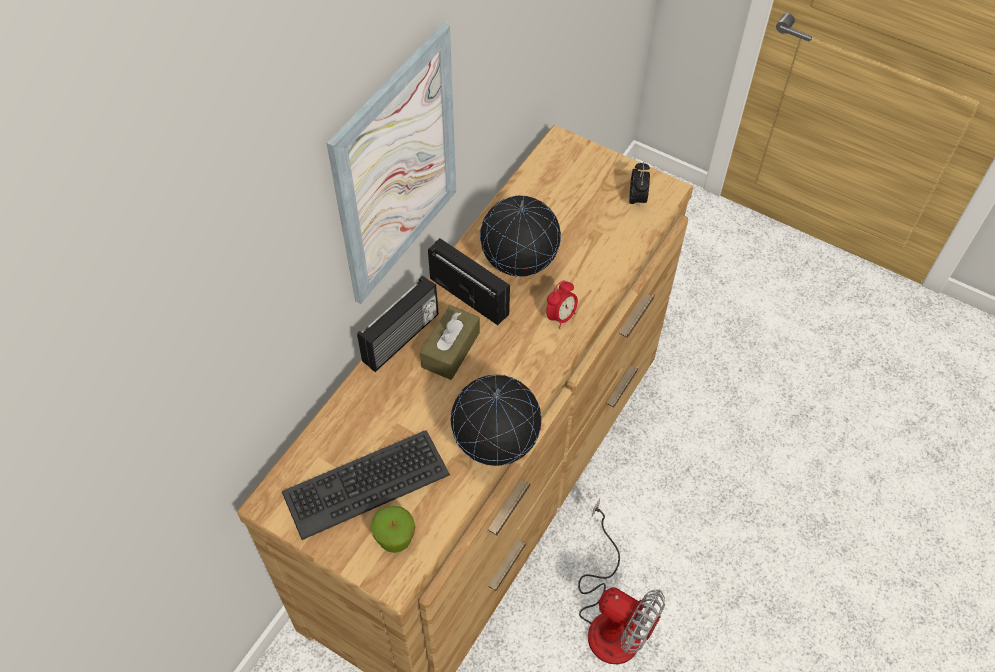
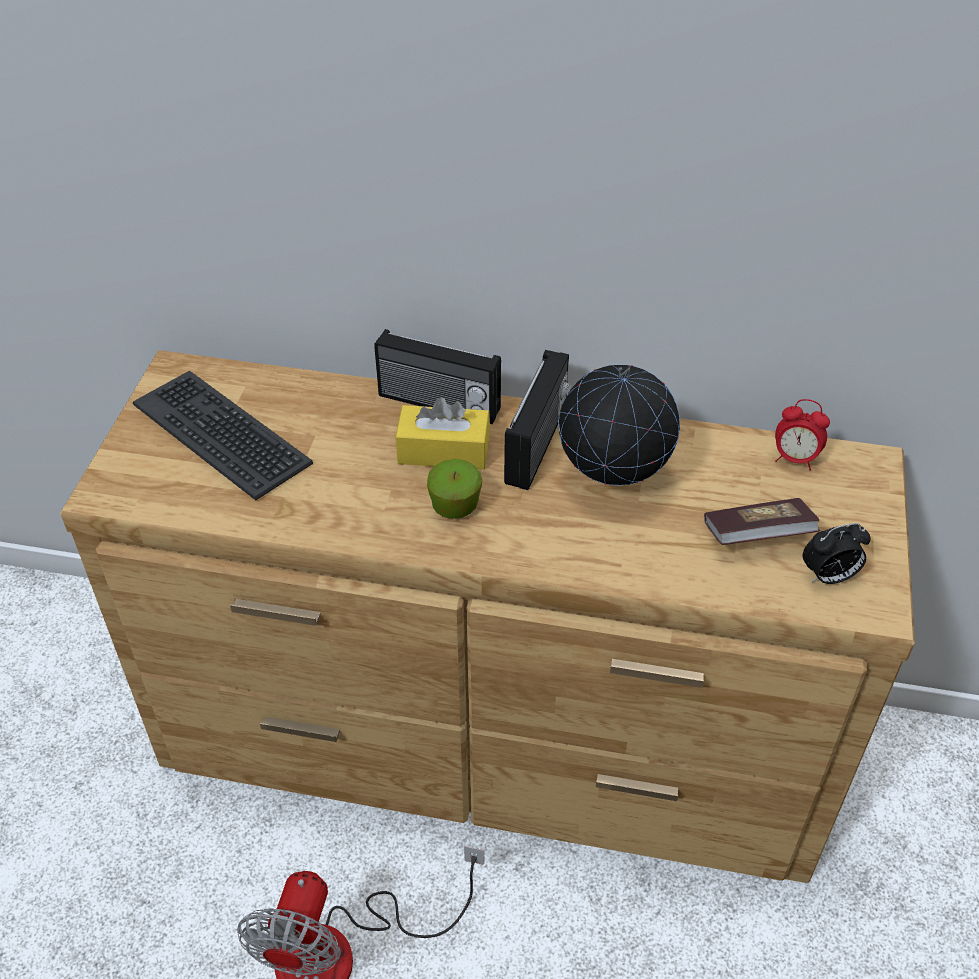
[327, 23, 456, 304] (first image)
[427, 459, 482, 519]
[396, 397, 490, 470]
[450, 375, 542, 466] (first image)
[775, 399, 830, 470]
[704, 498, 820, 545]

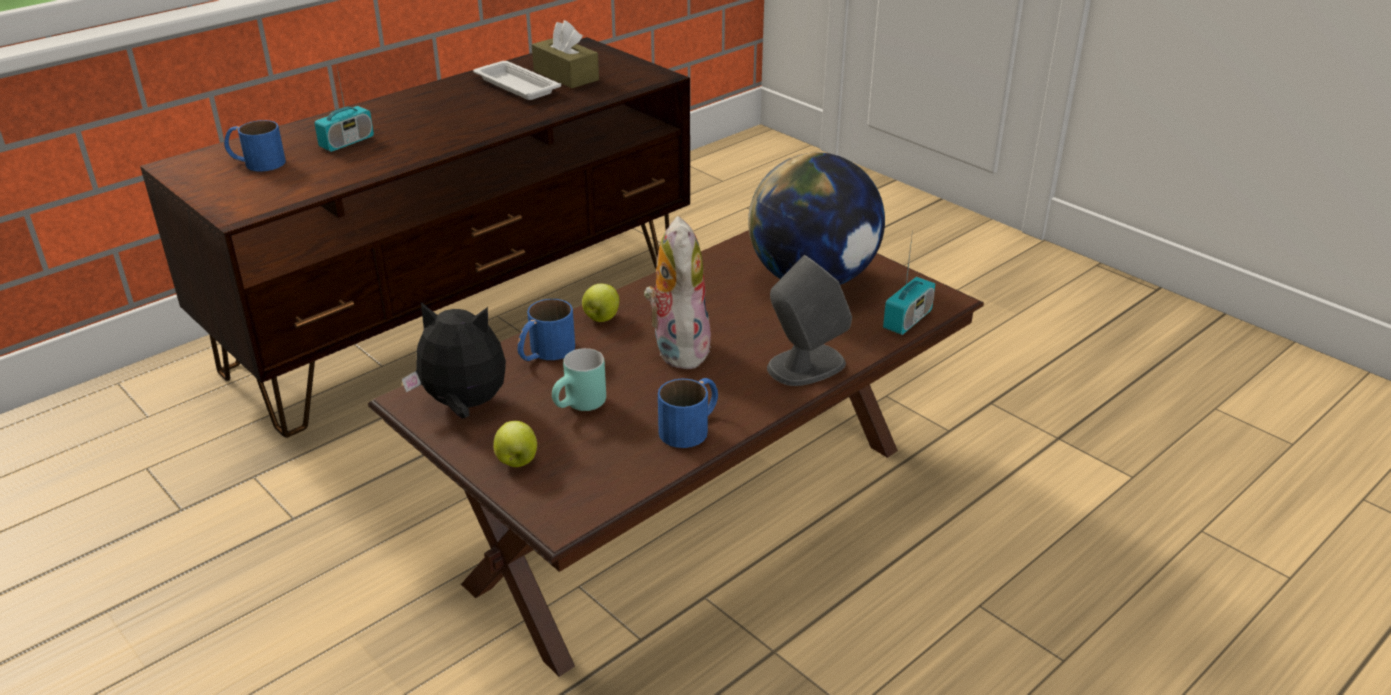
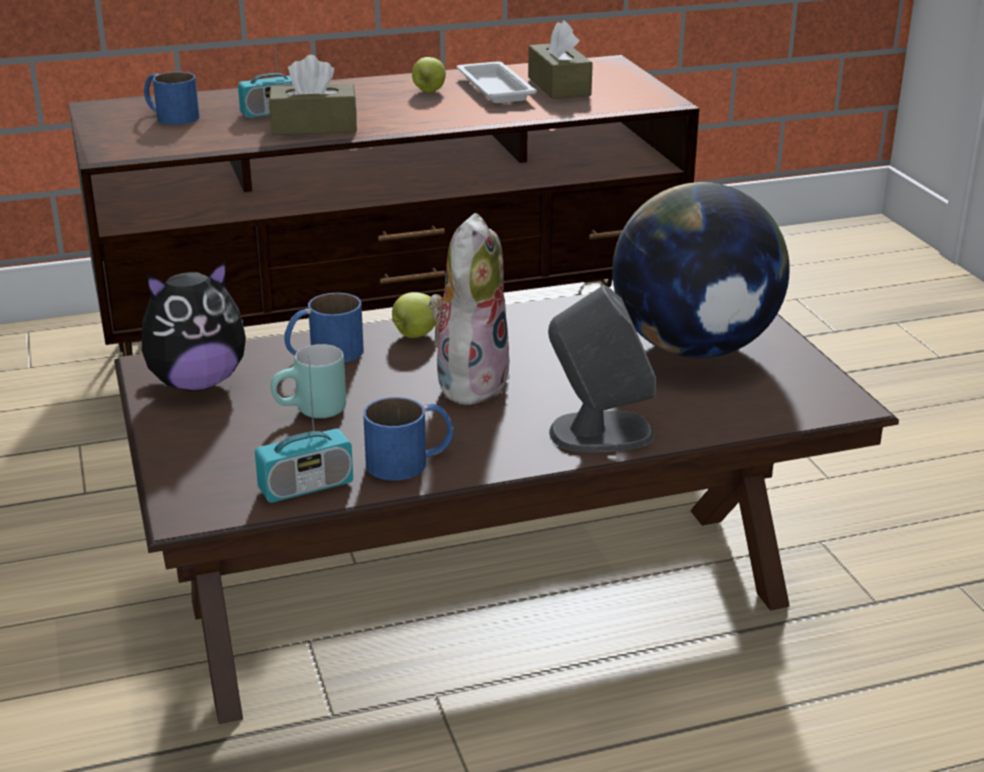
[142, 261, 246, 391]
[412, 57, 446, 92]
[255, 356, 353, 503]
[269, 55, 357, 135]

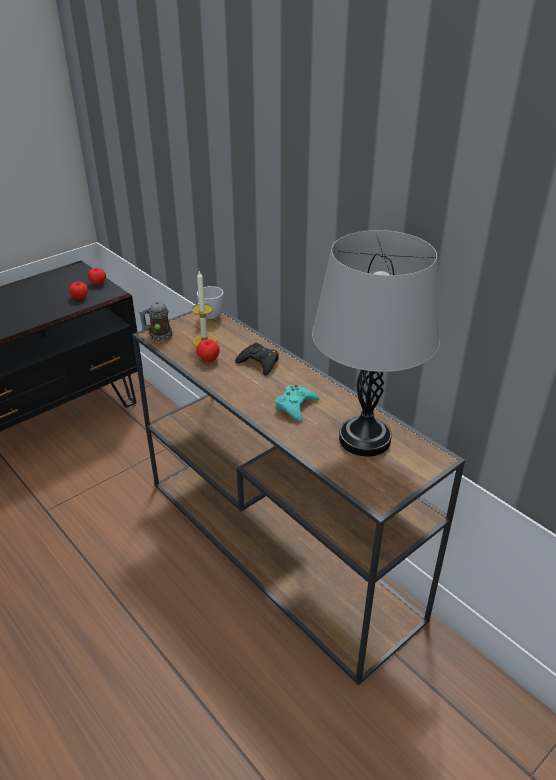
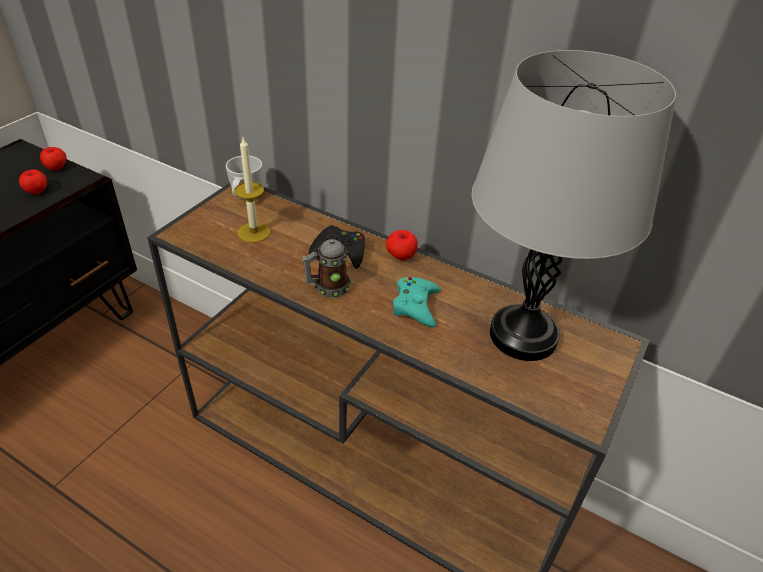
[302, 239, 351, 297]
[386, 230, 418, 260]

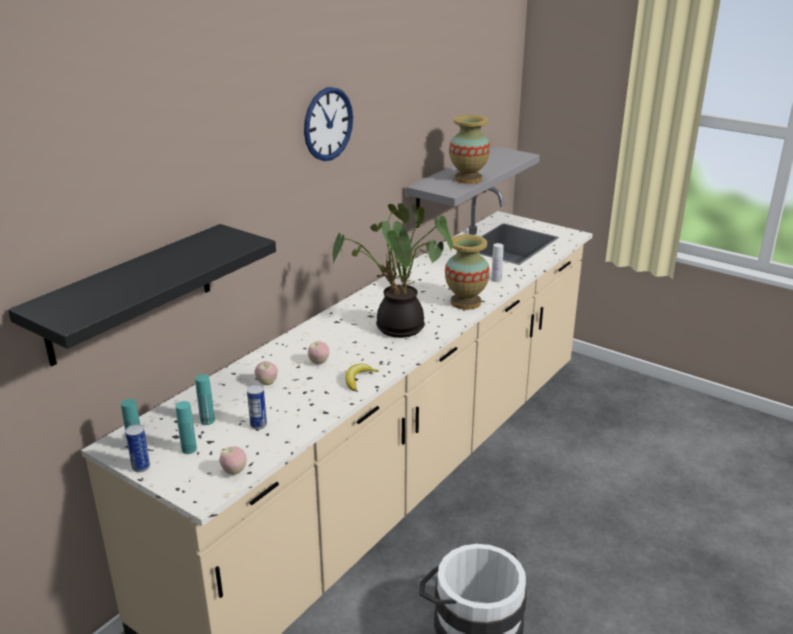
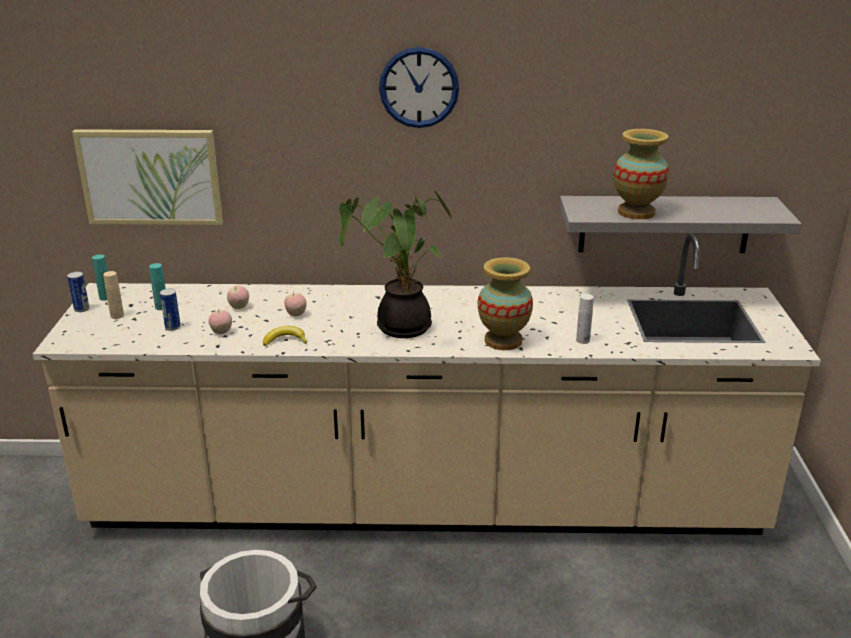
[72, 129, 223, 225]
[103, 271, 124, 319]
[209, 310, 232, 334]

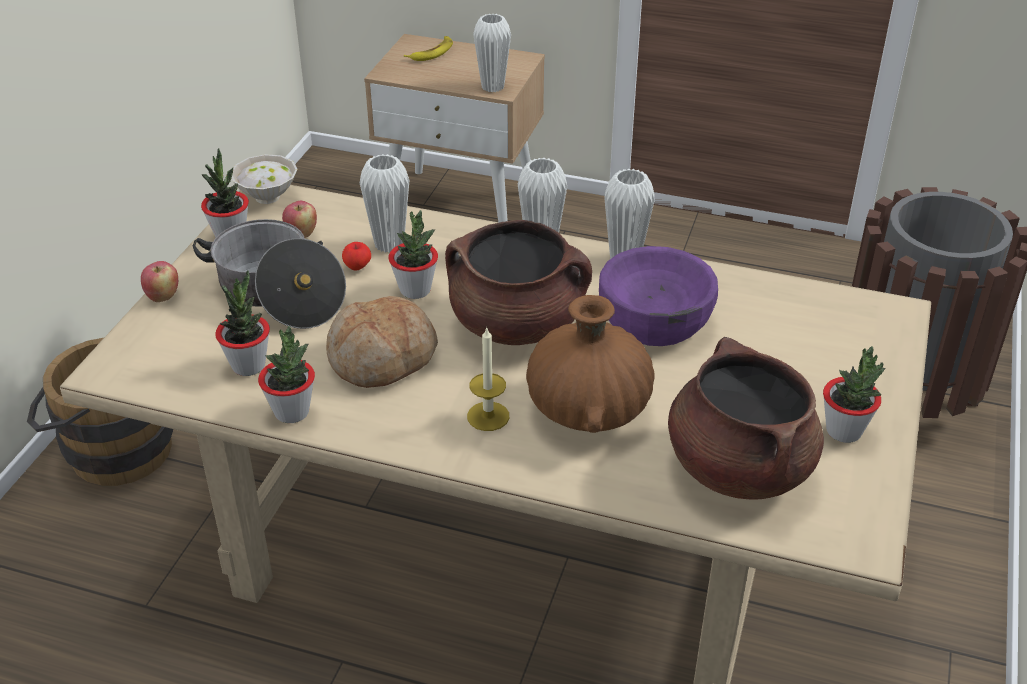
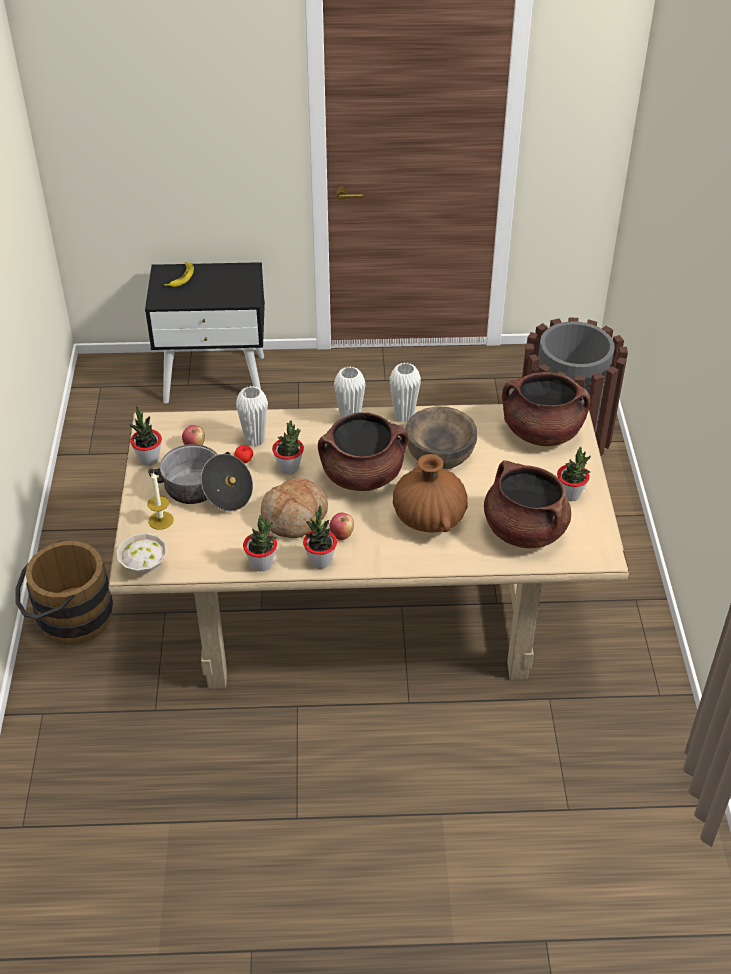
[330, 513, 354, 540]
[303, 505, 337, 569]
[117, 533, 167, 574]
[145, 262, 265, 403]
[147, 472, 174, 530]
[473, 14, 511, 92] (first image)
[405, 406, 477, 469]
[502, 372, 591, 446]

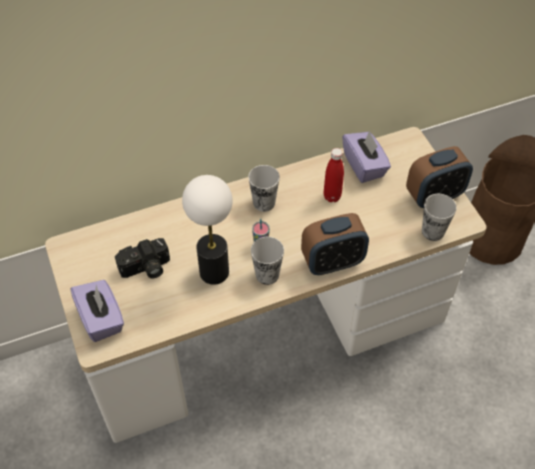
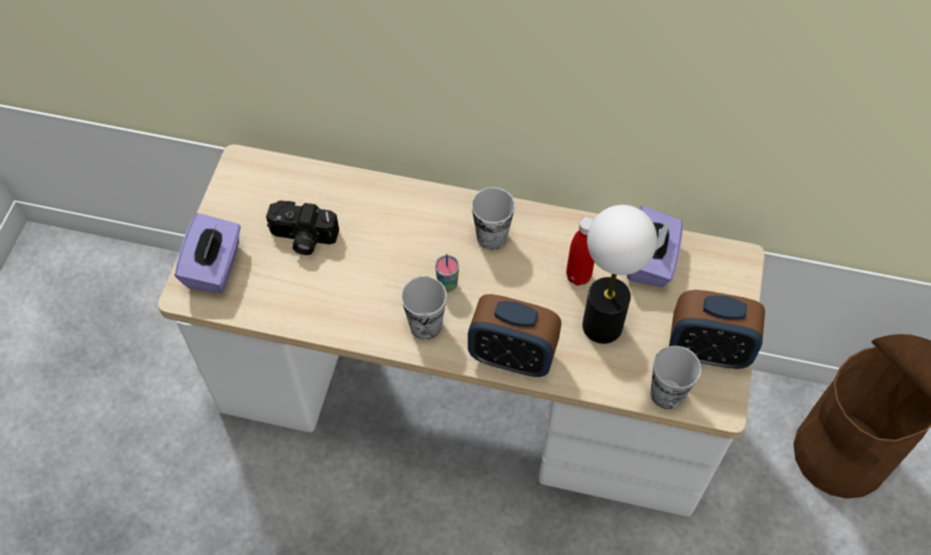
[582, 205, 657, 344]

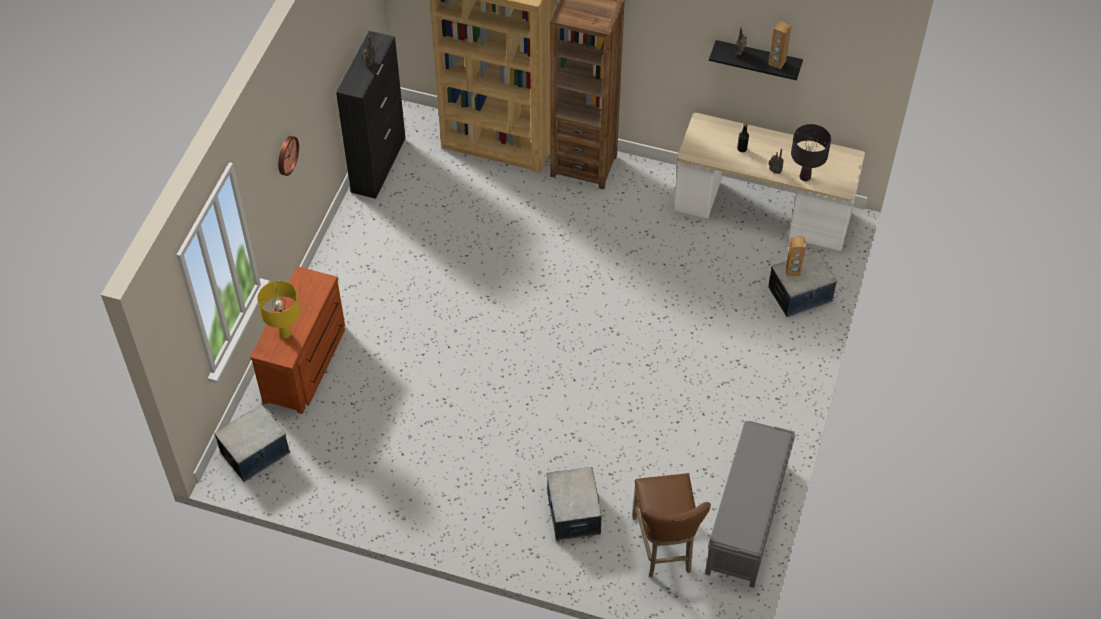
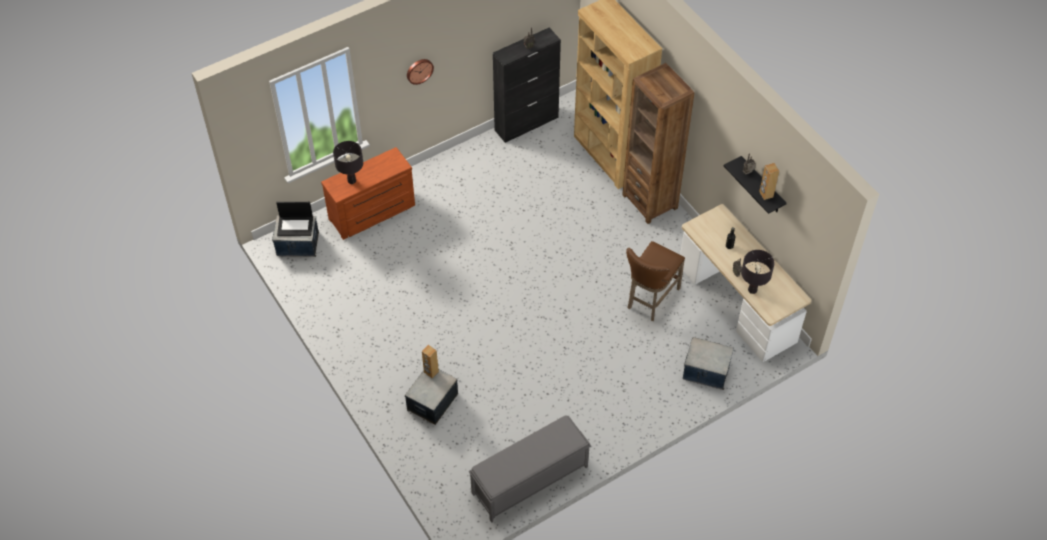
[333, 141, 363, 184]
[626, 241, 685, 321]
[422, 345, 439, 378]
[276, 202, 313, 236]

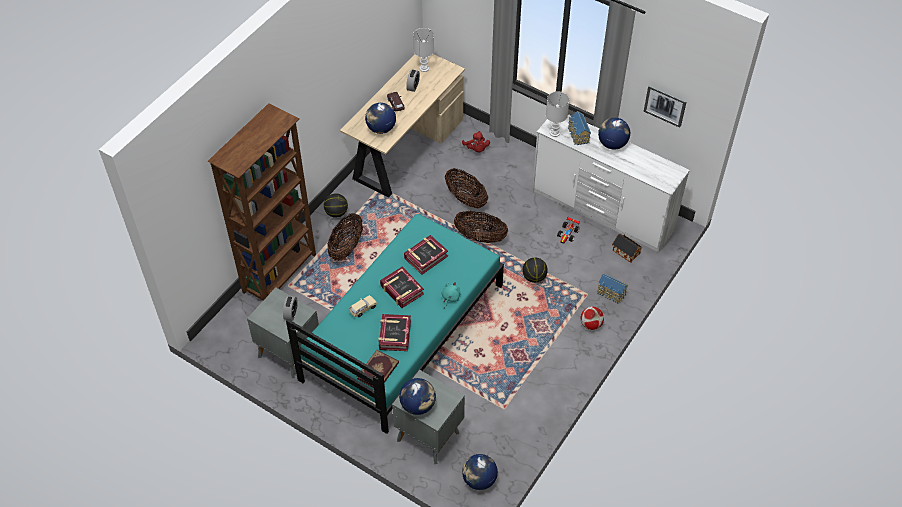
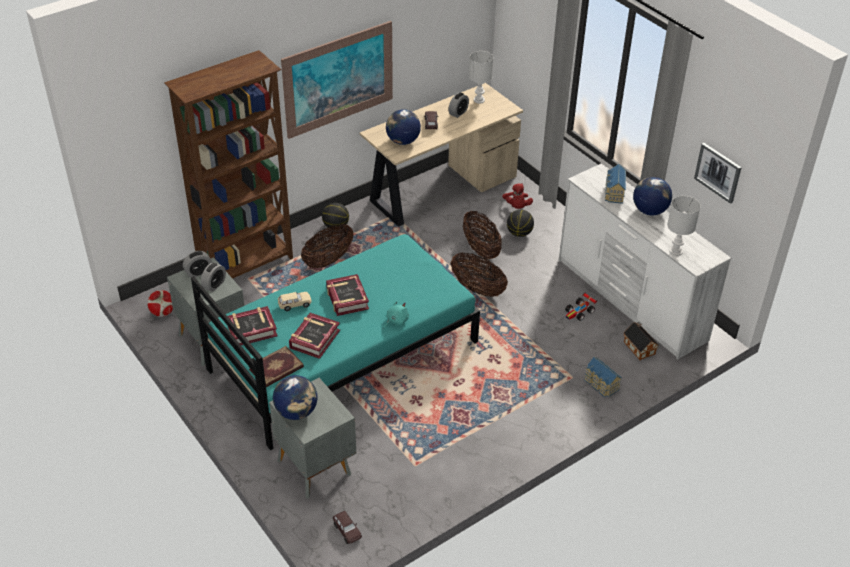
[228, 306, 278, 345]
[333, 511, 362, 544]
[507, 210, 534, 237]
[667, 196, 701, 256]
[147, 290, 173, 317]
[183, 251, 212, 277]
[281, 21, 393, 139]

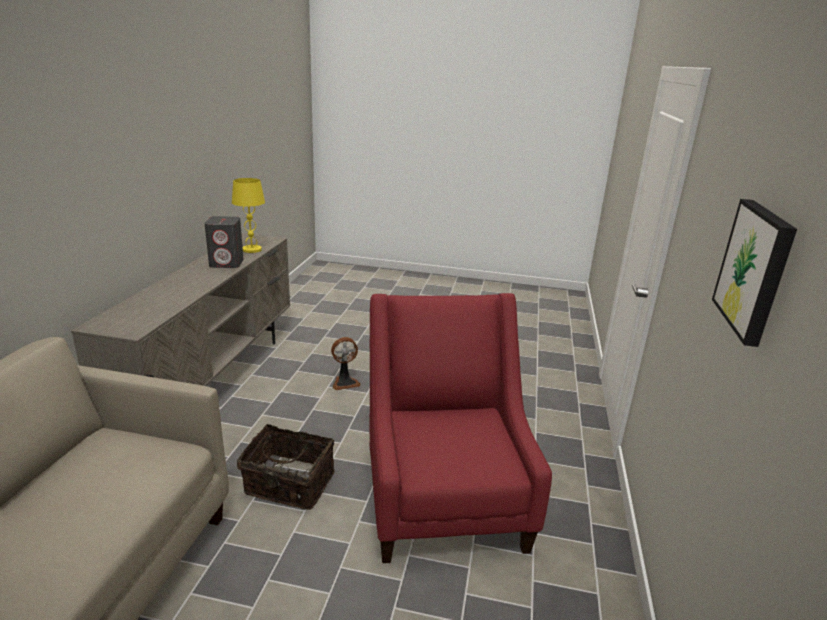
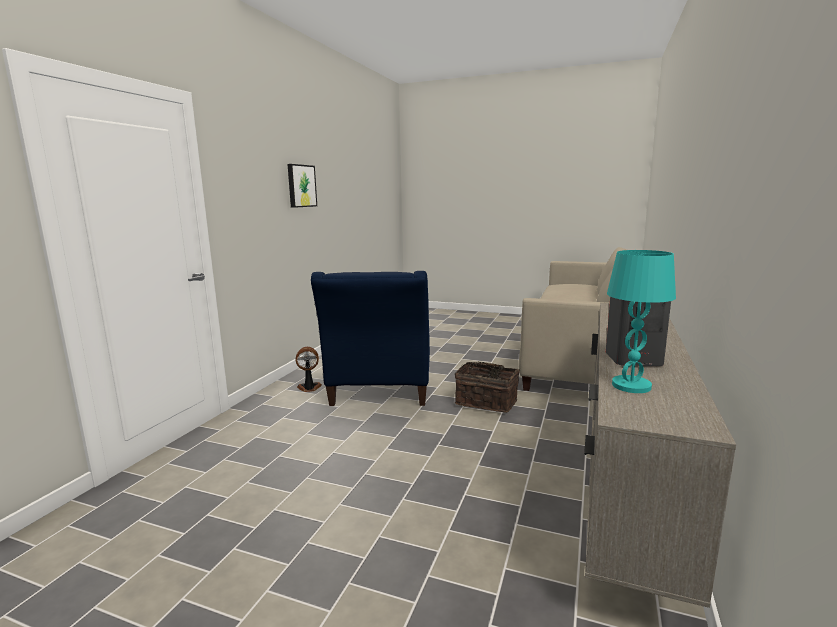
[607, 250, 676, 393]
[295, 347, 322, 392]
[311, 271, 430, 406]

